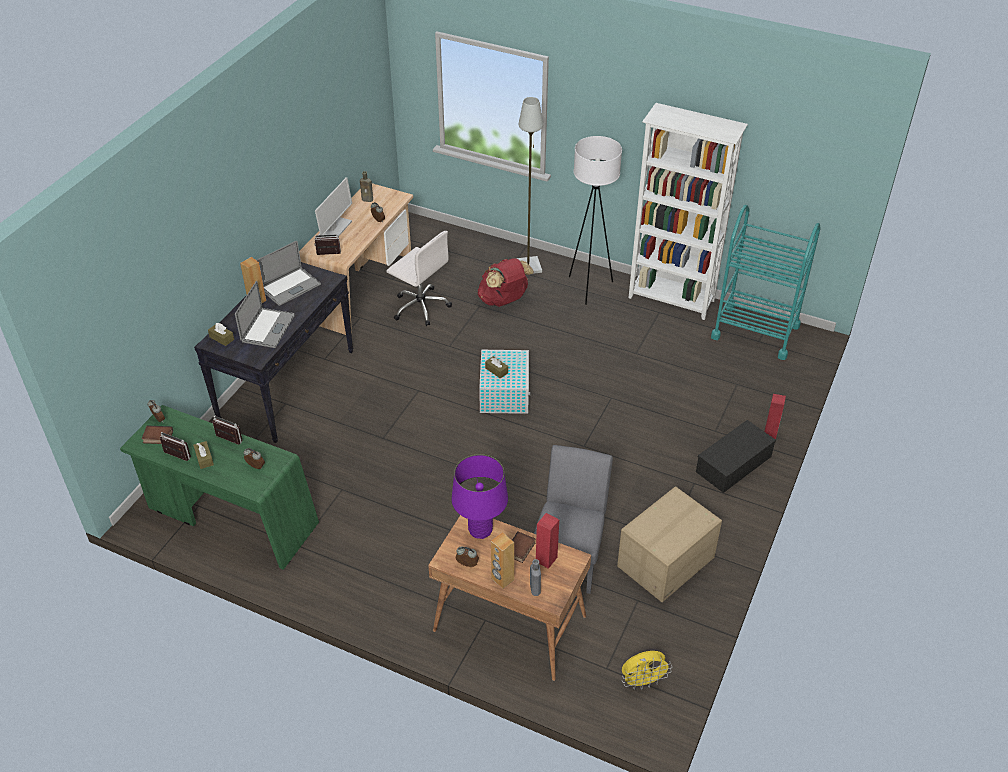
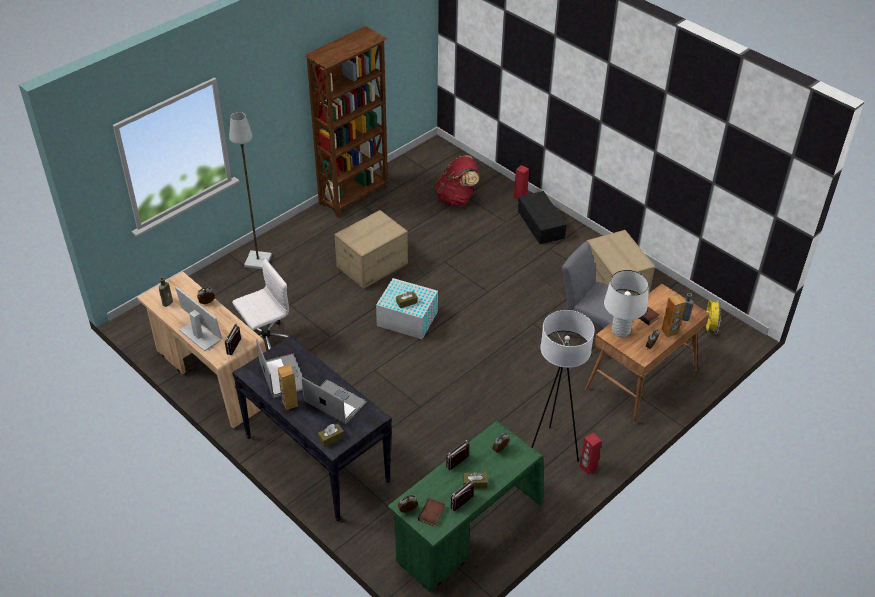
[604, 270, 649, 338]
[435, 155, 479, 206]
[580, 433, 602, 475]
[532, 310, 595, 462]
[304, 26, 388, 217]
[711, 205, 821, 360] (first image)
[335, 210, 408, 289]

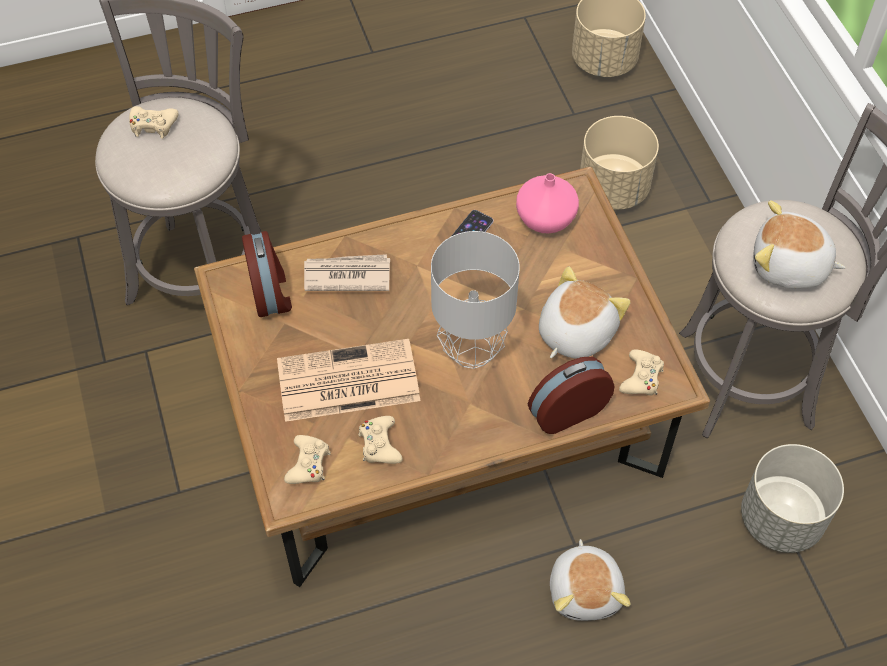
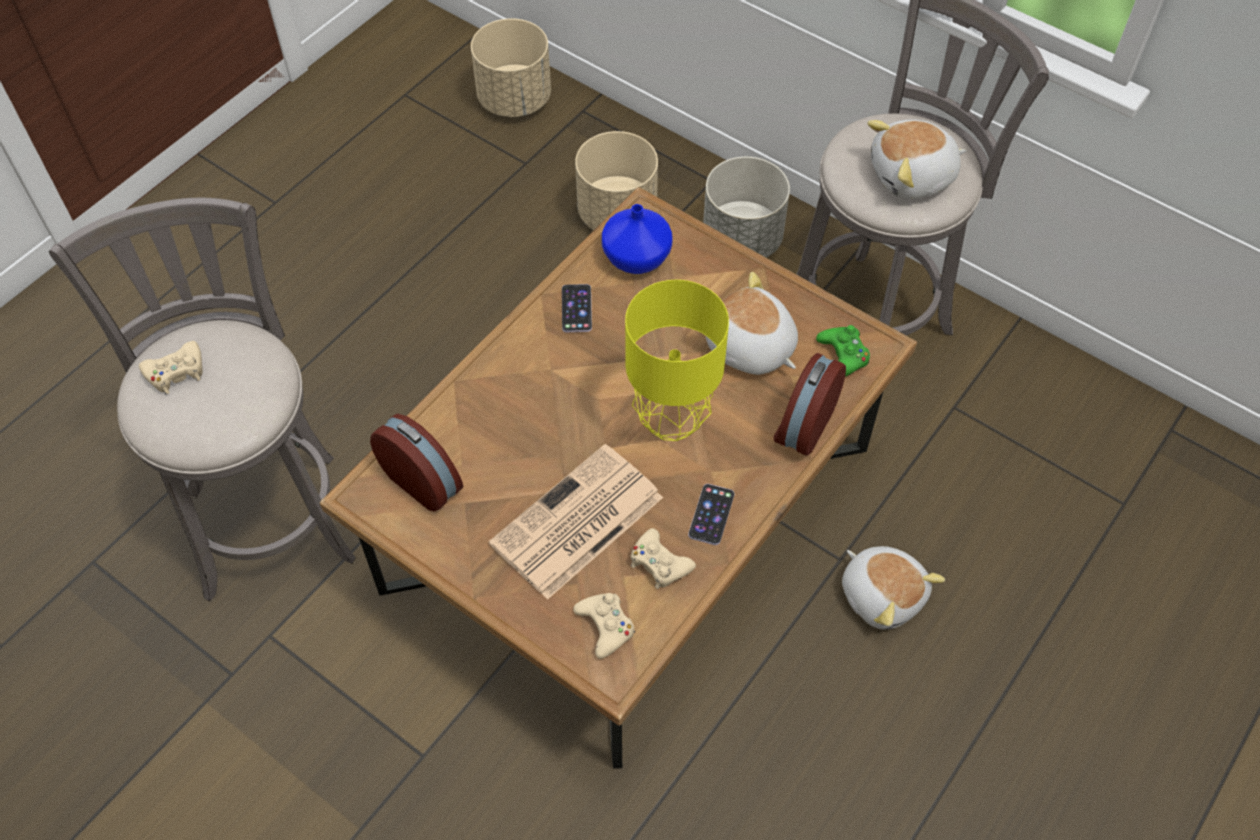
[304, 254, 390, 291] (first image)
[625, 280, 729, 441]
[602, 204, 673, 274]
[706, 272, 798, 375]
[816, 325, 870, 377]
[703, 157, 790, 258]
[688, 484, 735, 545]

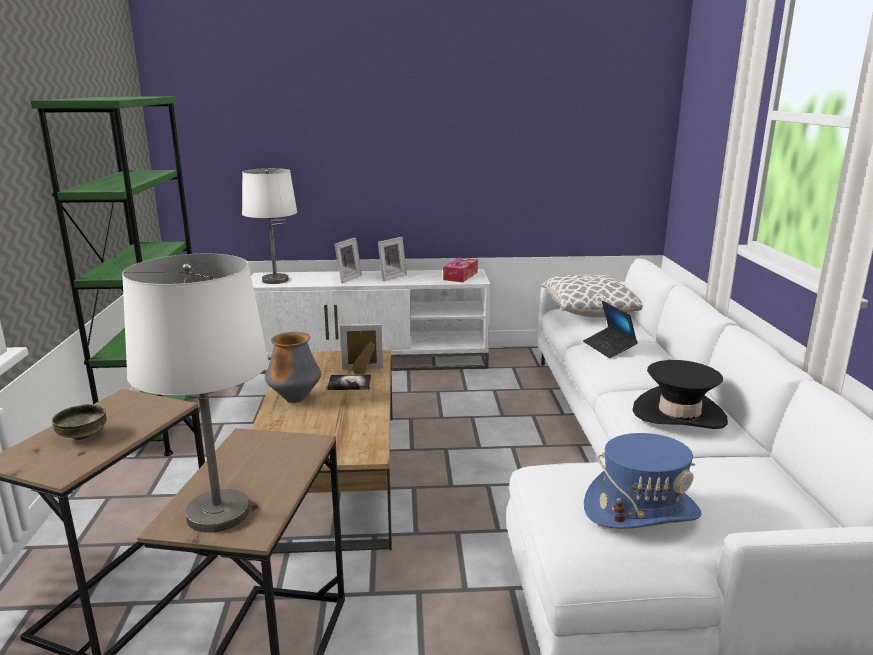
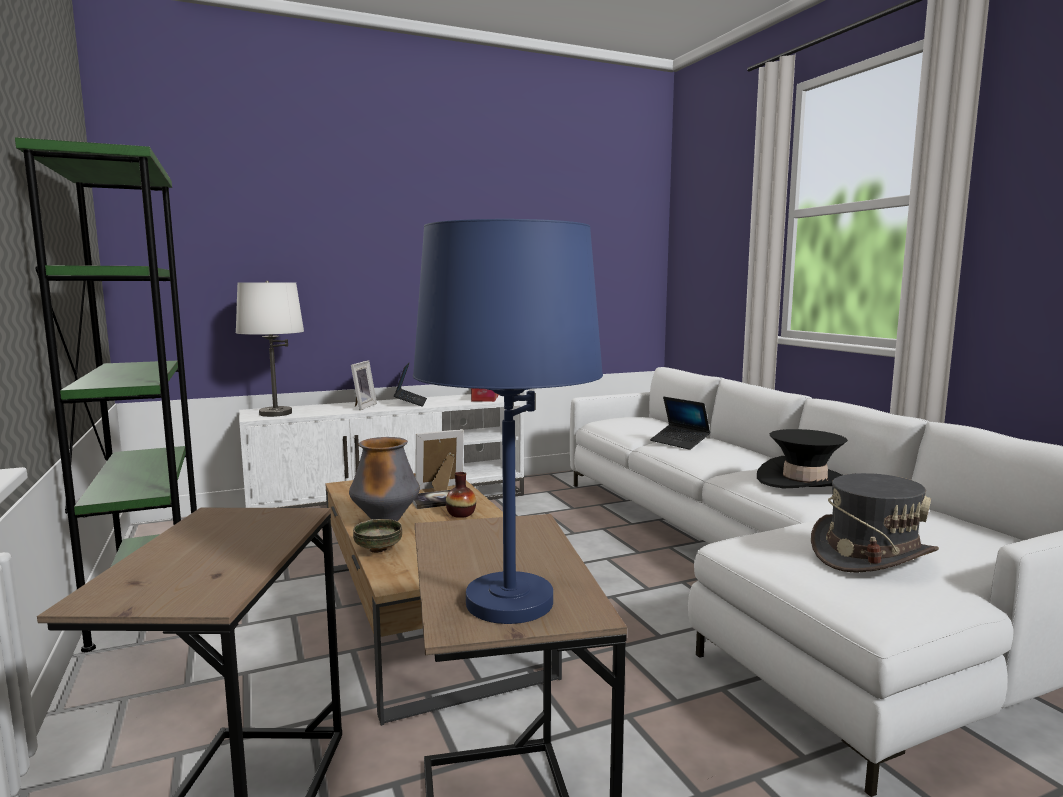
[353, 519, 402, 553]
[413, 219, 603, 624]
[394, 362, 427, 406]
[541, 274, 643, 317] (first image)
[811, 473, 939, 573]
[446, 472, 476, 518]

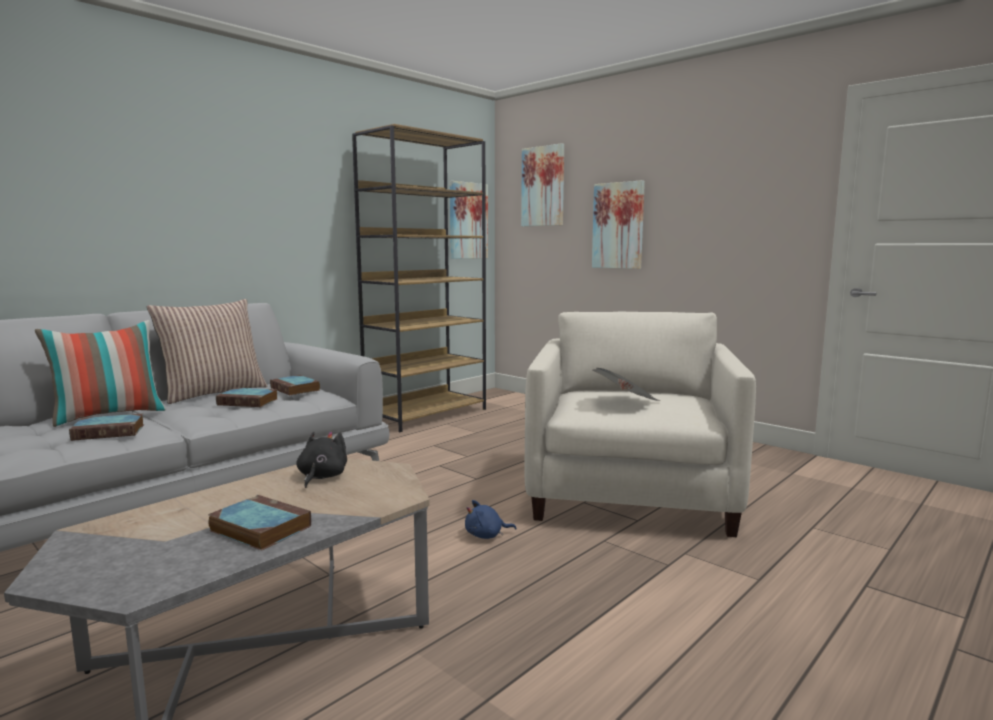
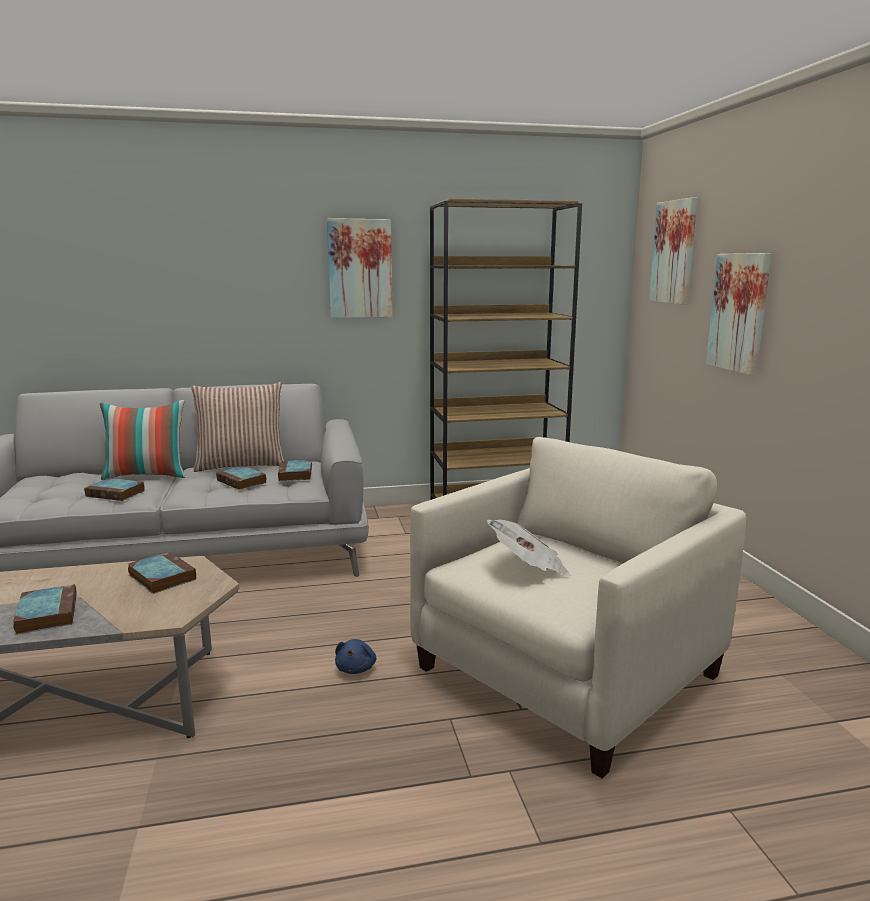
[128, 552, 196, 594]
[327, 218, 393, 318]
[335, 639, 376, 674]

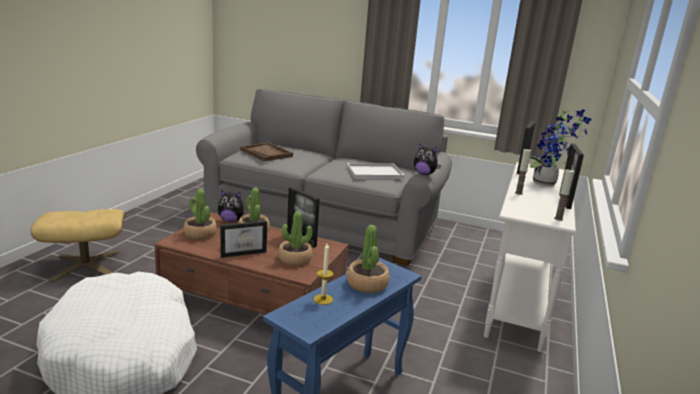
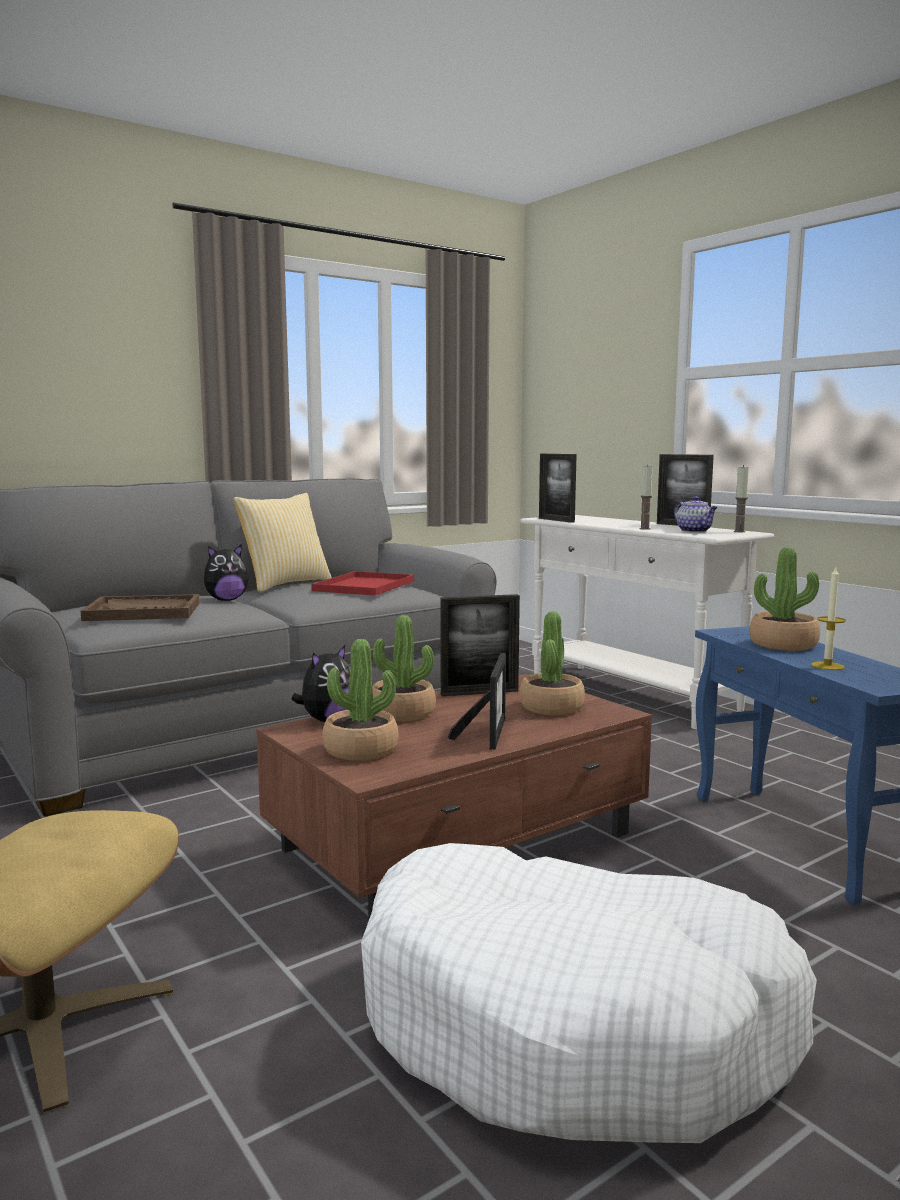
[311, 571, 414, 596]
[204, 545, 249, 601]
[530, 109, 591, 186] (first image)
[234, 493, 332, 592]
[674, 496, 718, 532]

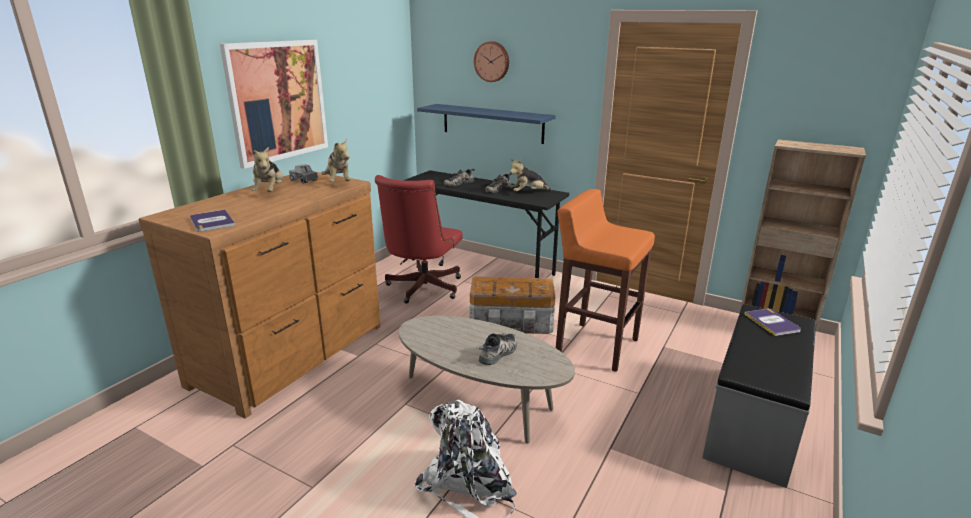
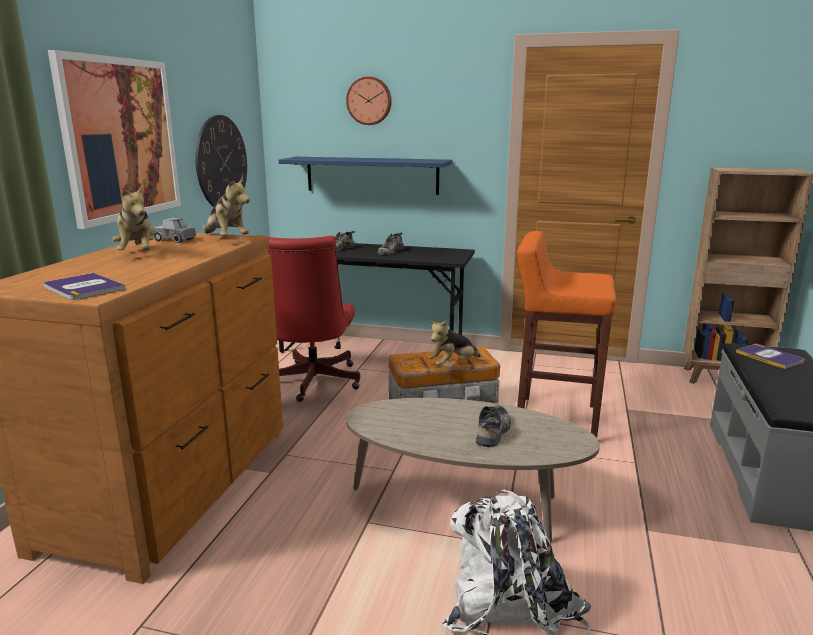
[428, 321, 481, 366]
[195, 115, 247, 207]

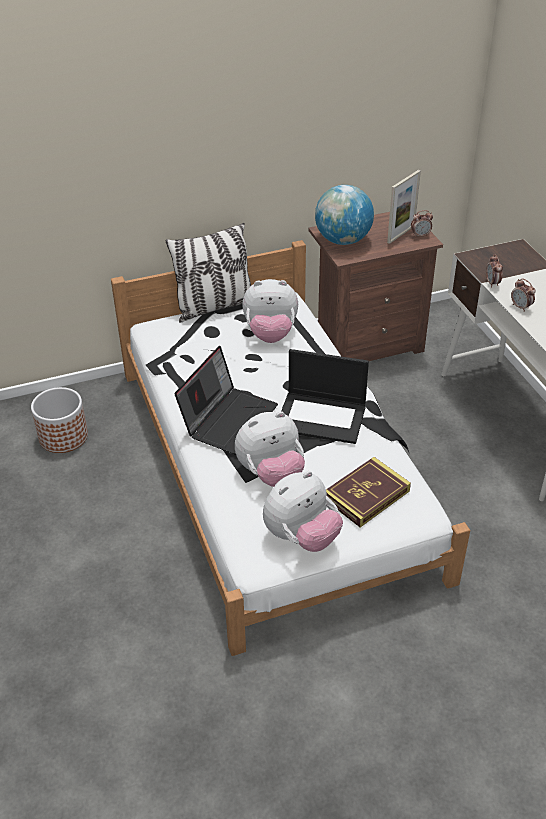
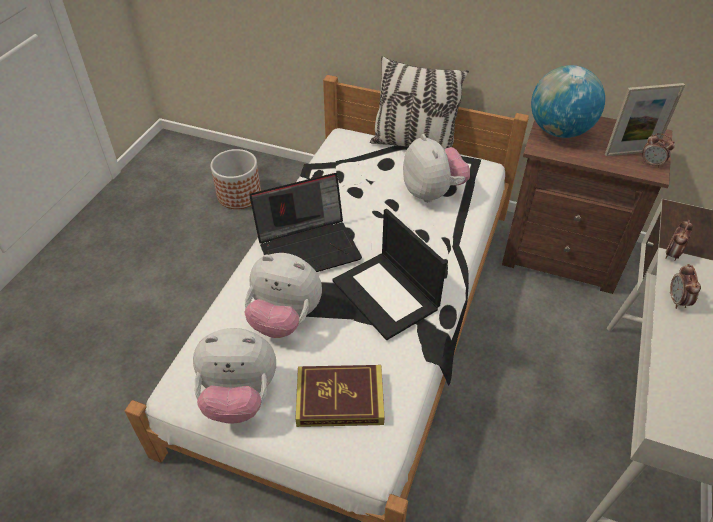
[403, 134, 470, 202]

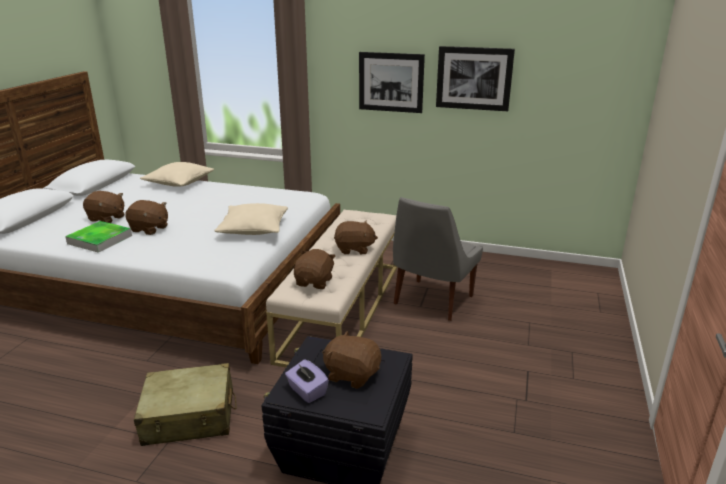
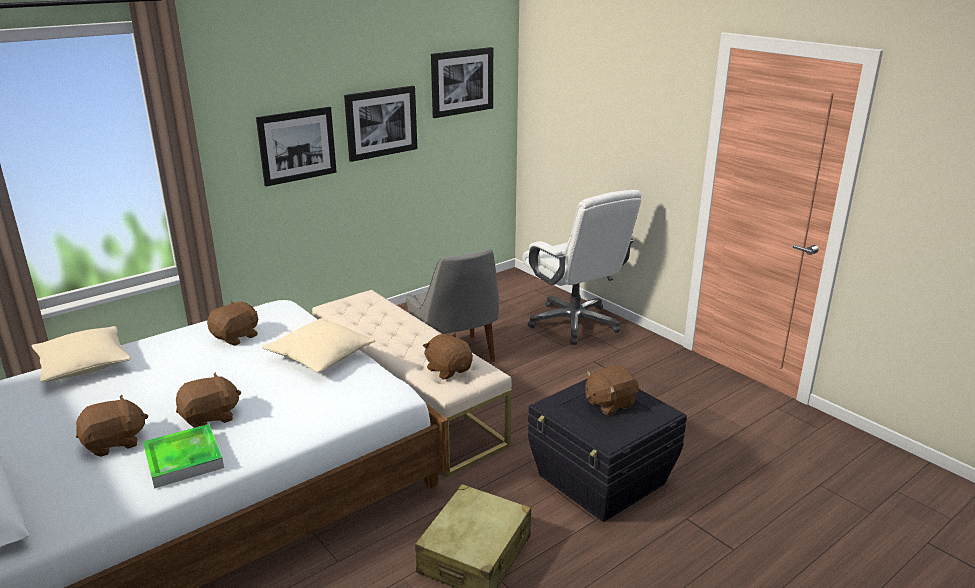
[285, 360, 329, 403] (first image)
[207, 301, 258, 346]
[431, 47, 493, 118]
[522, 190, 642, 345]

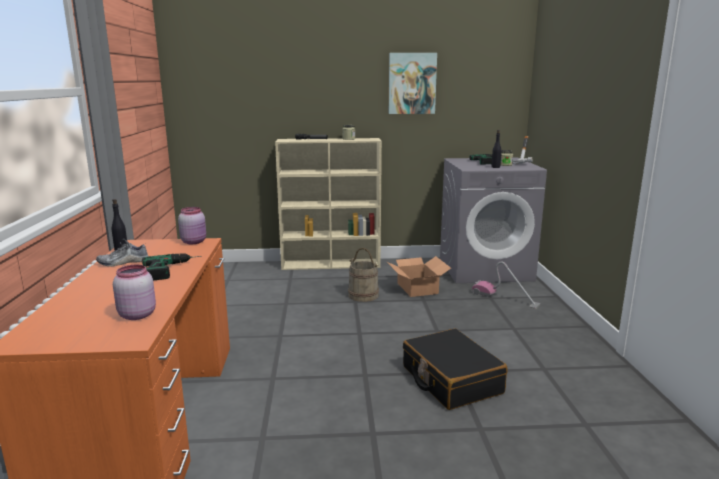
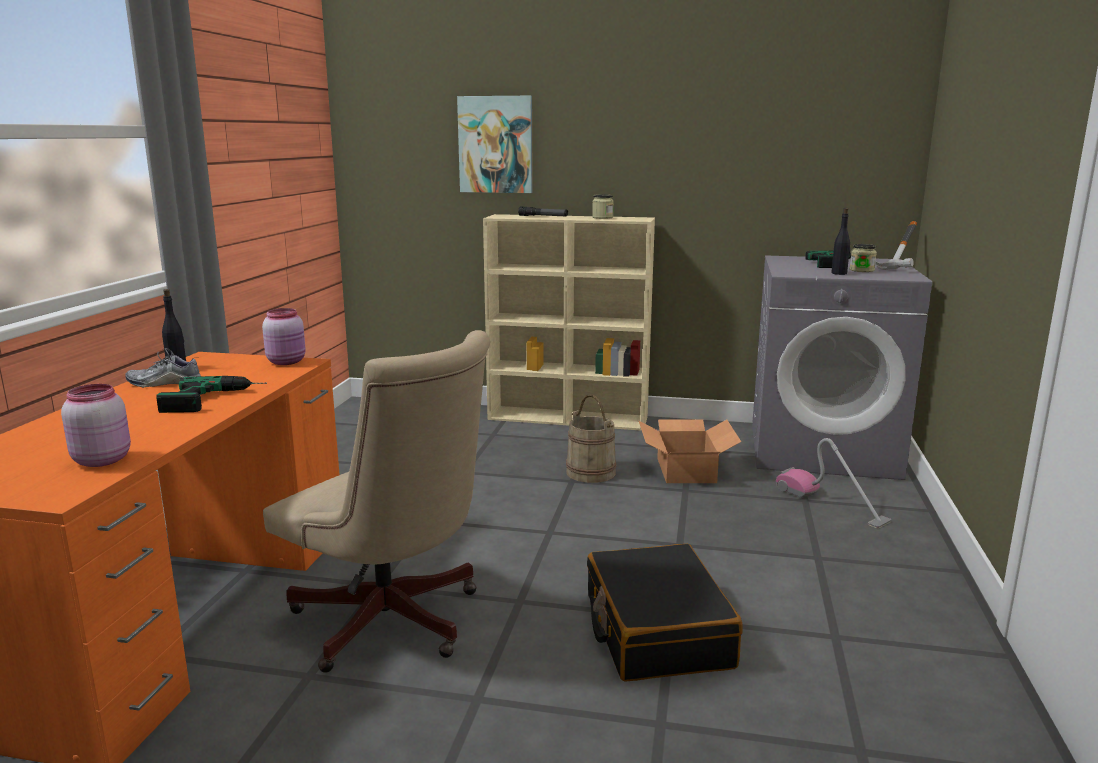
[457, 96, 533, 193]
[263, 330, 490, 673]

